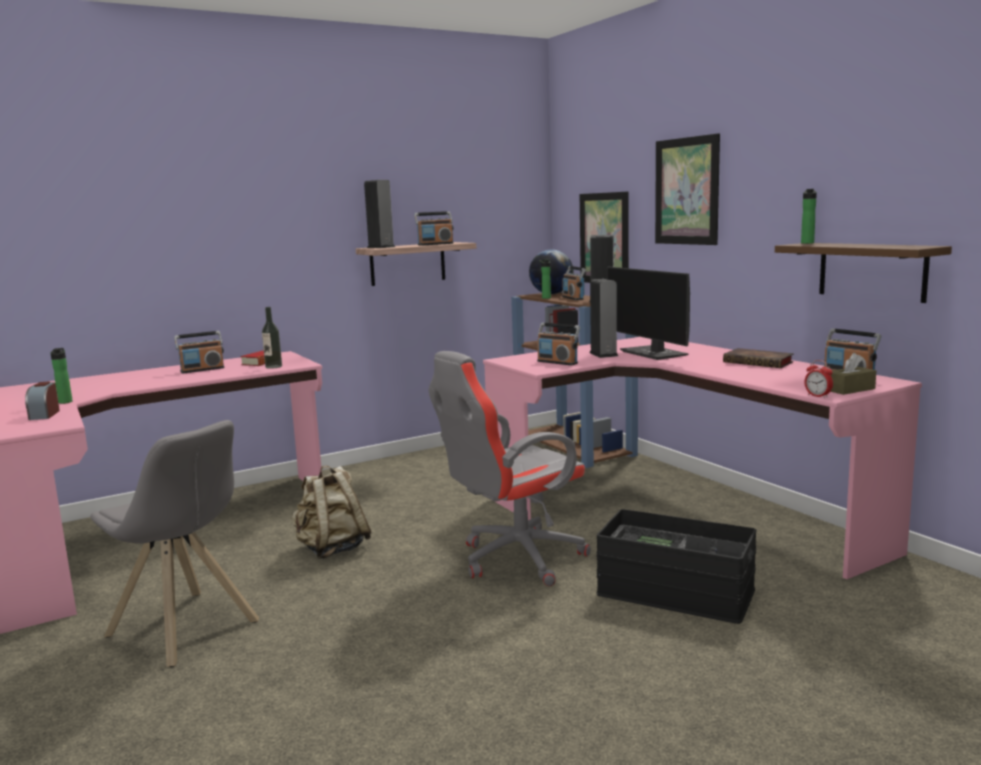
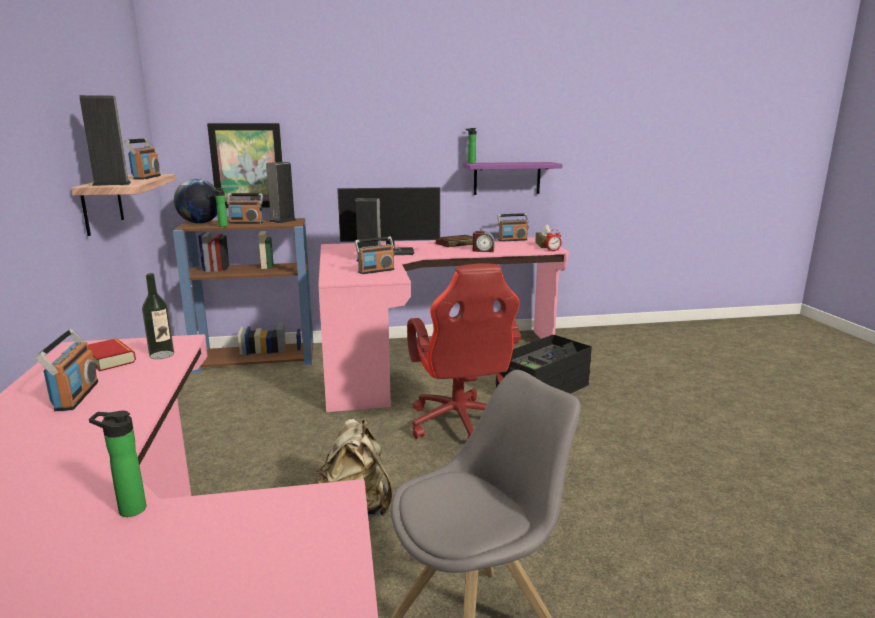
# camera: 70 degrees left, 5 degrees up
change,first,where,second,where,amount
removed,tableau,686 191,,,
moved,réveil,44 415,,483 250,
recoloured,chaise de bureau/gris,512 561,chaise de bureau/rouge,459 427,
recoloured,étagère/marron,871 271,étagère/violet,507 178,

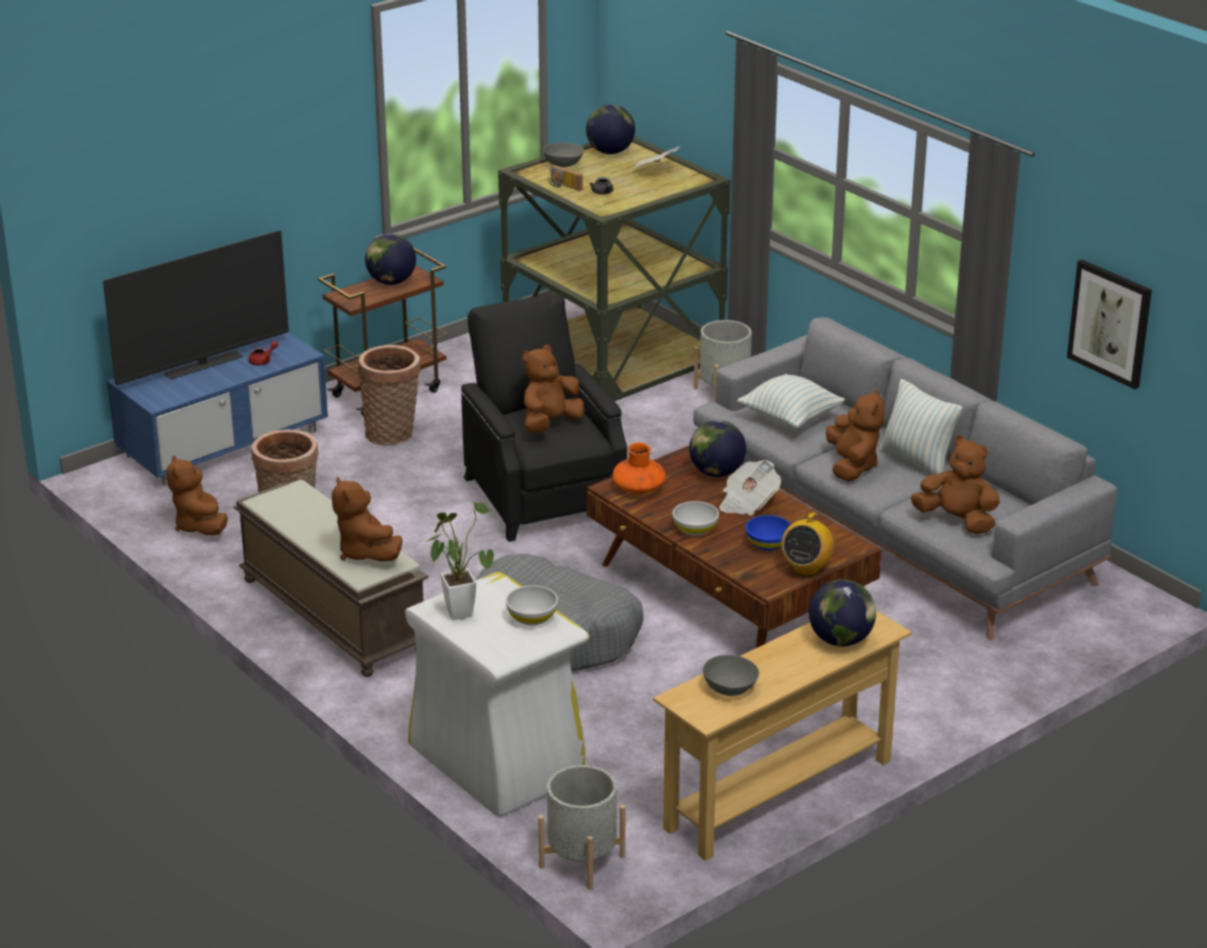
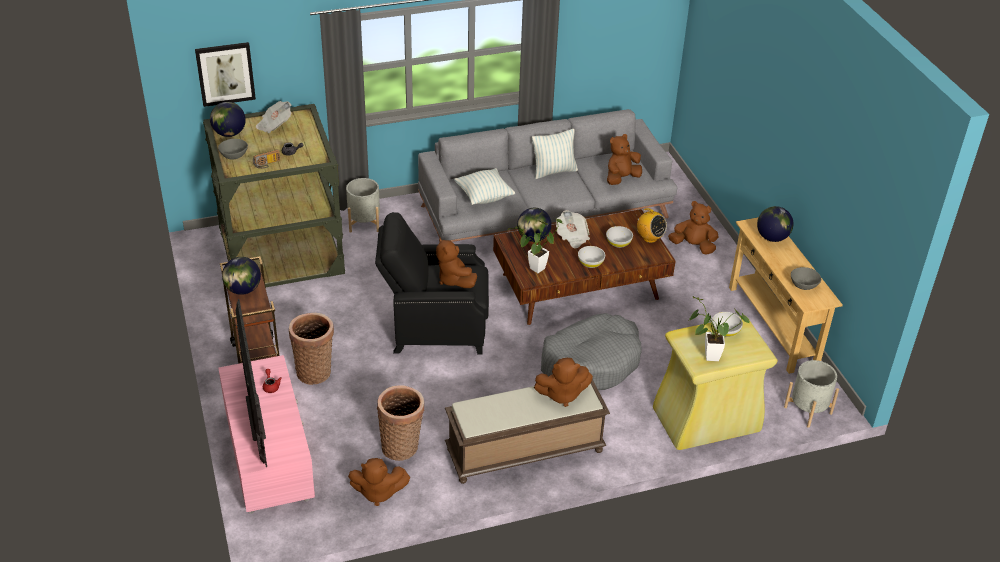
# camera: 70 degrees left, 10 degrees up
change,first,where,second,where,amount
moved,peluche/marron,852 466,,693 246,
moved,tableau,1110 323,,225 73,
replaced,vase/orange,639 488,plante en pot,534 270,
recoloured,meuble télé/bleu,224 443,meuble télé/rose,269 456,
recoloured,table de chevet/blanc,496 758,table de chevet/jaune,705 418,
recoloured,bol/bleu,768 544,bol/blanc,618 243,

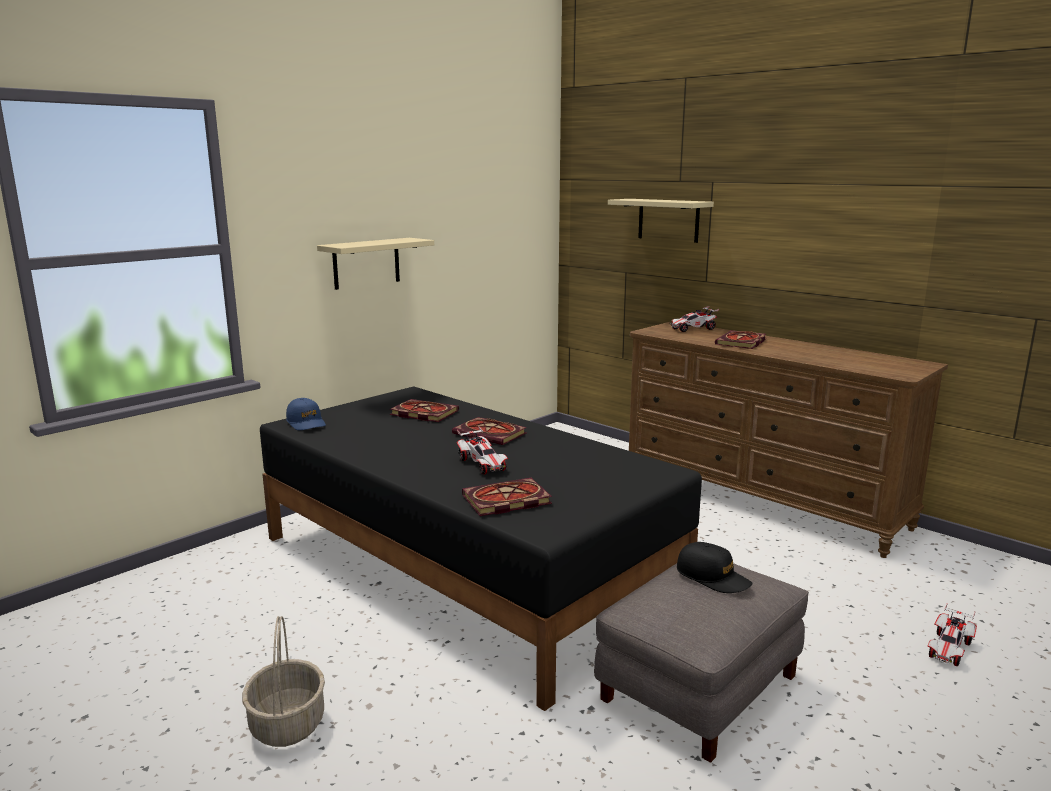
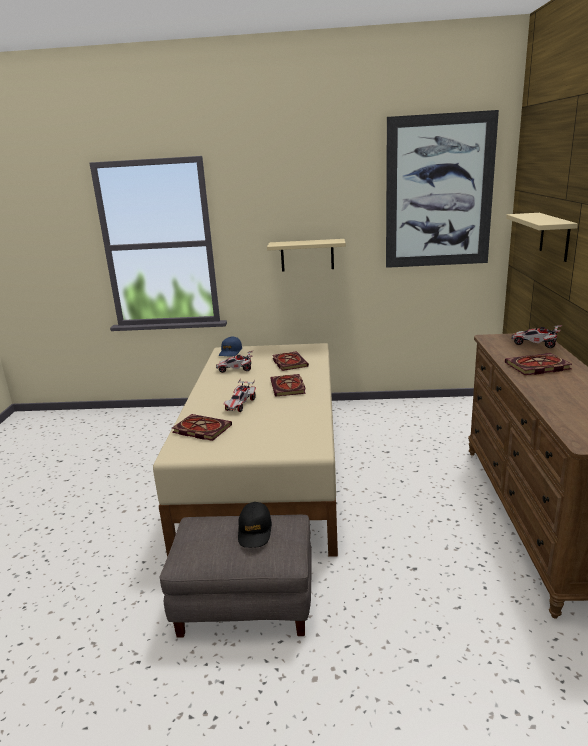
# camera: 50 degrees right, 5 degrees up
change,first,where,second,where,amount
removed,panier,287 723,,,
added,,,tableau,439 192,
moved,petite voiture,949 649,,235 369,
recoloured,lit/noir,464 567,lit/beige,267 467,

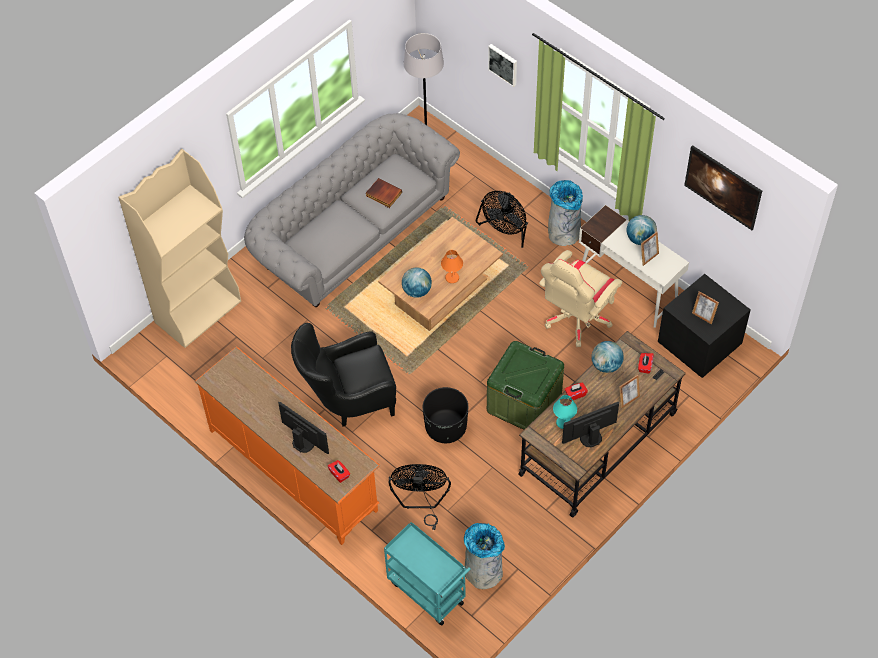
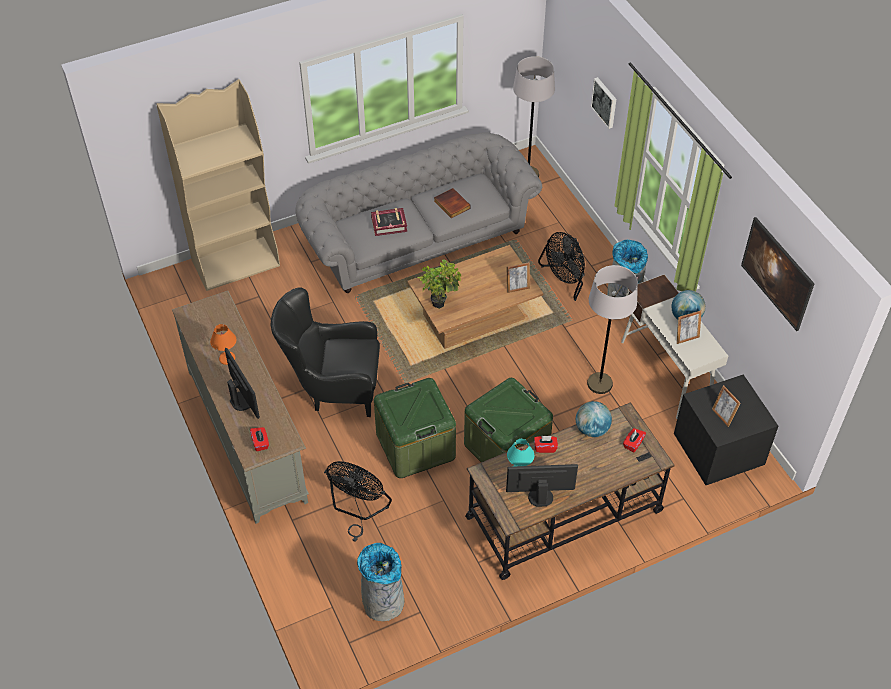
# camera: 20 degrees right, 5 degrees down
change,first,where,second,where,amount
removed,chariot/turquoise,428 594,,,
added,,,livre,389 224,
moved,lampe de table/orange,452 277,,227 358,
moved,cadre photo,628 400,,517 288,
replaced,globe,417 291,plante en pot,440 302,
replaced,cache-pot/noir,446 427,boîte de rangement/vert,415 445,
replaced,chaise de bureau/beige,577 318,lampadaire/gris,599 384,
recoloured,meuble de rangement/orange,293 469,meuble de rangement/gris,247 435,

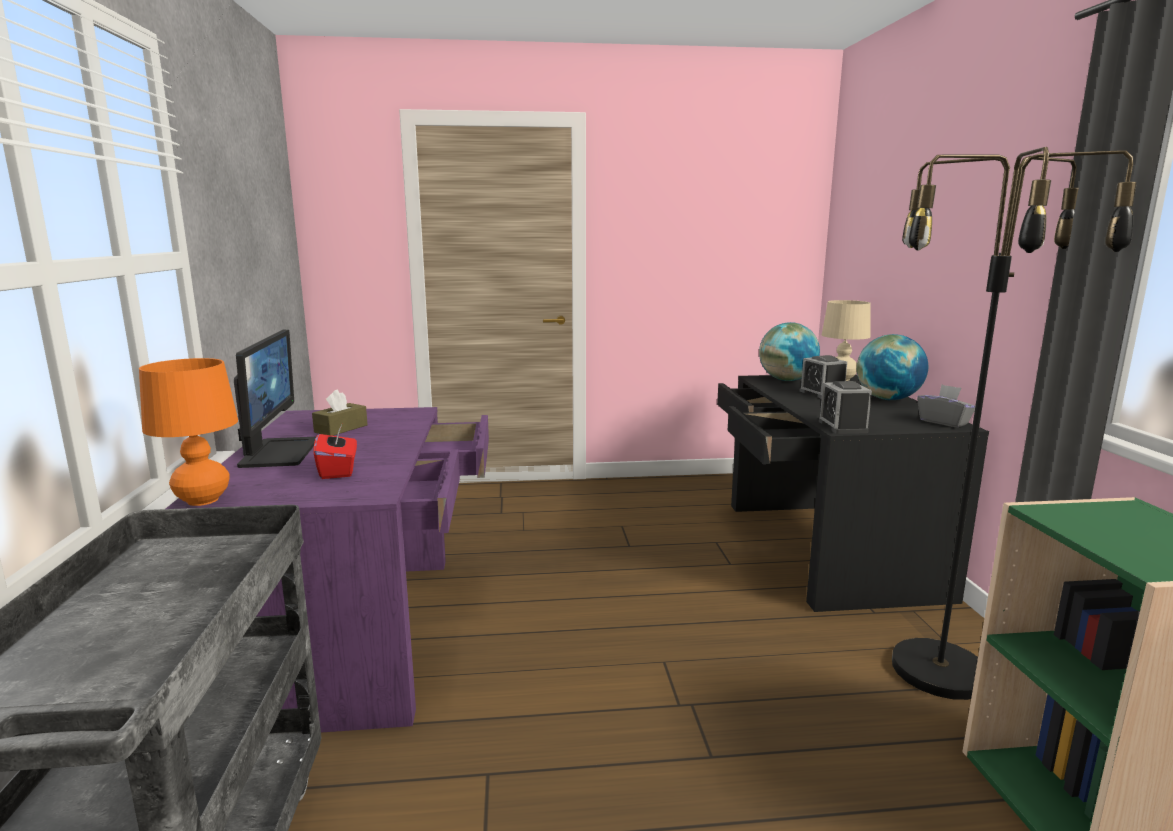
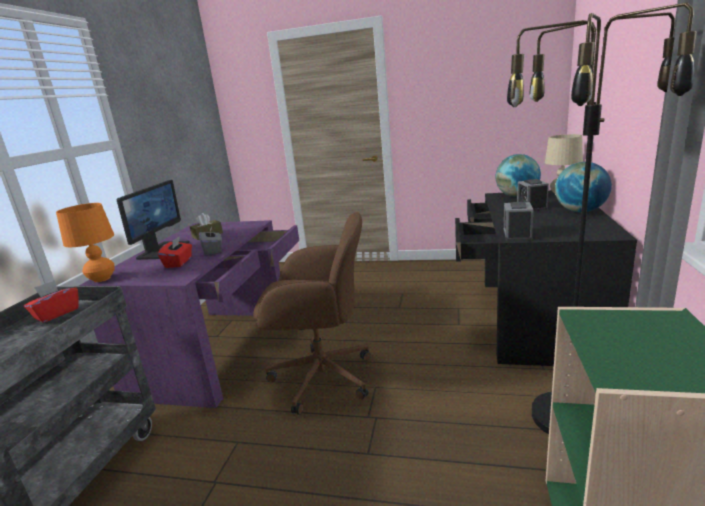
# camera: 20 degrees right, 5 degrees up
change,first,where,second,where,amount
added,,,boîte à mouchoirs/rouge,57 313,
added,,,chaise de bureau/marron,324 378,
moved,boîte à mouchoirs/gris,944 422,,213 250,

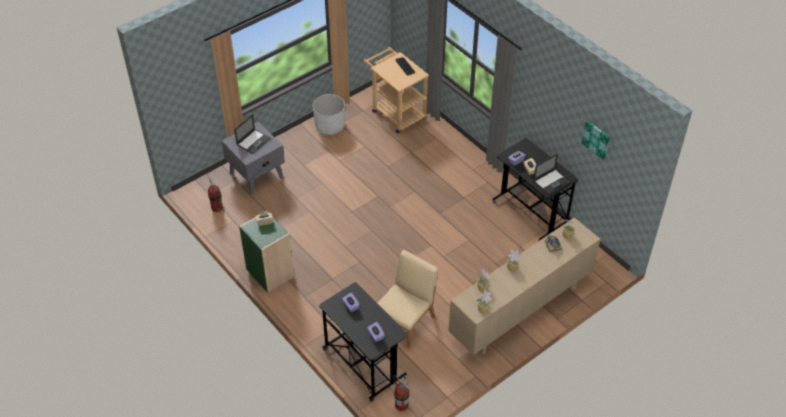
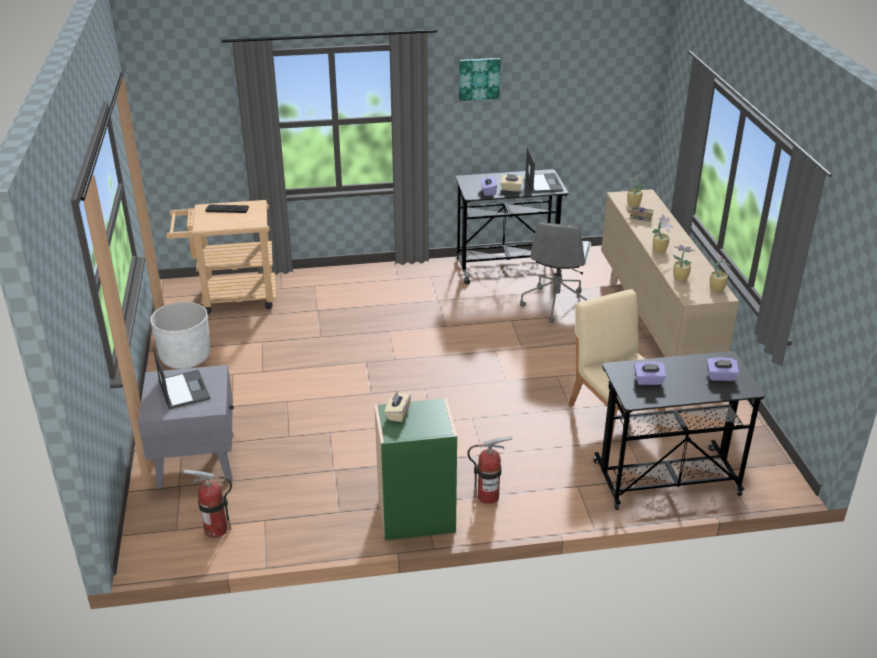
# camera: 60 degrees left, 15 degrees down
change,first,where,second,where,amount
added,,,chaise de bureau/gris,556 303,
moved,extincteur,401 405,,488 496,
moved,tableau,596 139,,479 78,

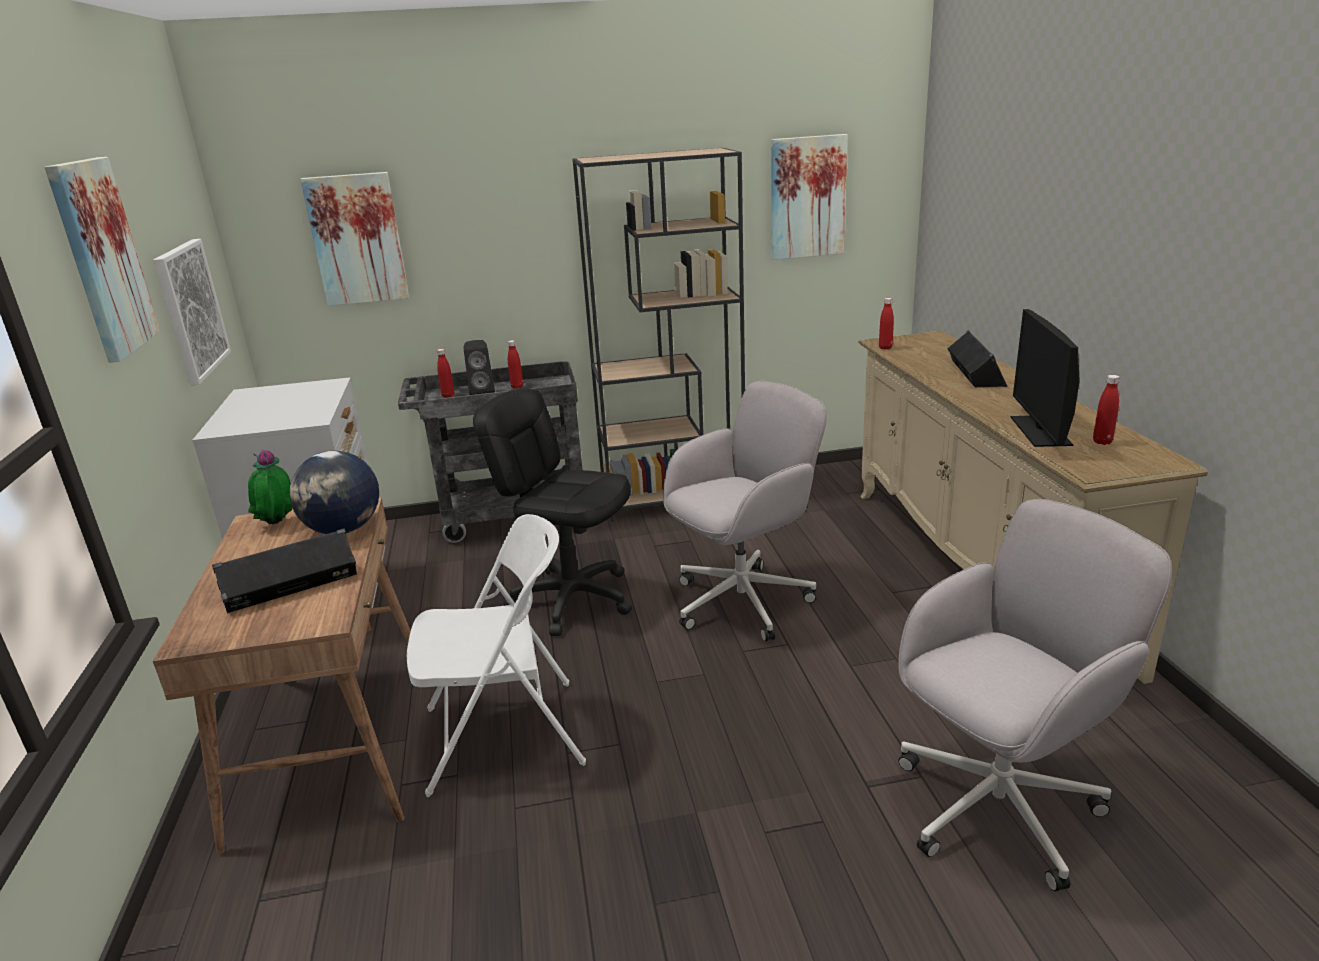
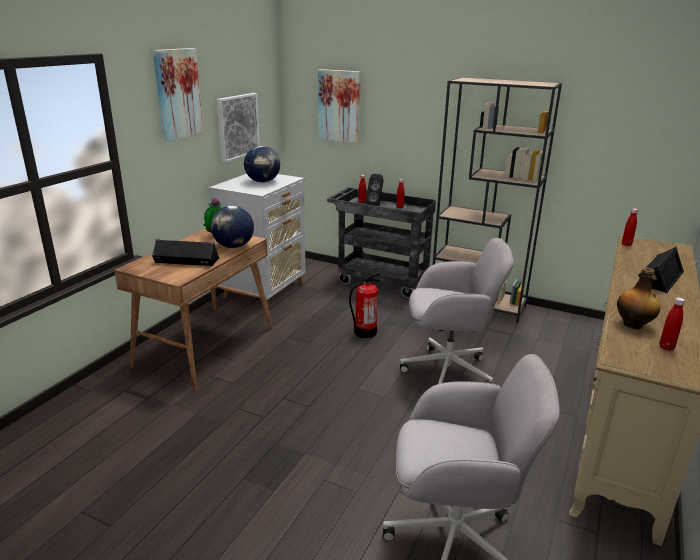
# camera: 35 degrees right, 0 degrees up
change,first,where,second,where,amount
removed,chaise/blanc,503 735,,,
removed,tableau,807 197,,,
added,,,globe,263 182,
replaced,chaise de bureau/noir,572 599,extincteur,365 332,
replaced,écran d'ordinateur,1040 431,bouteille,633 325,

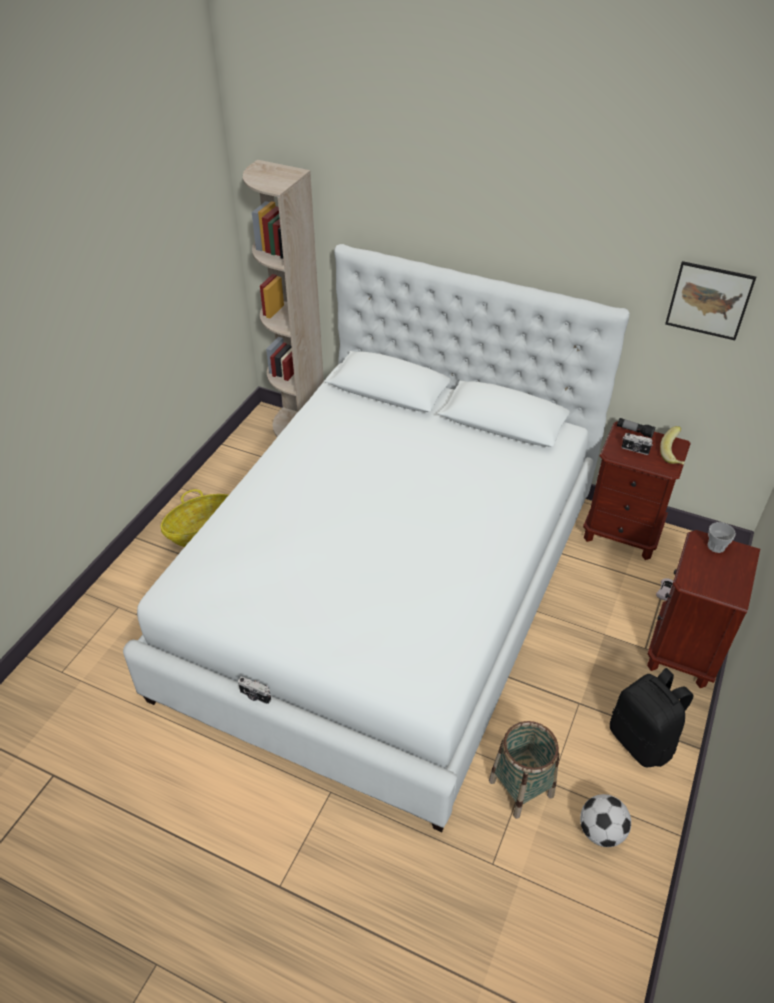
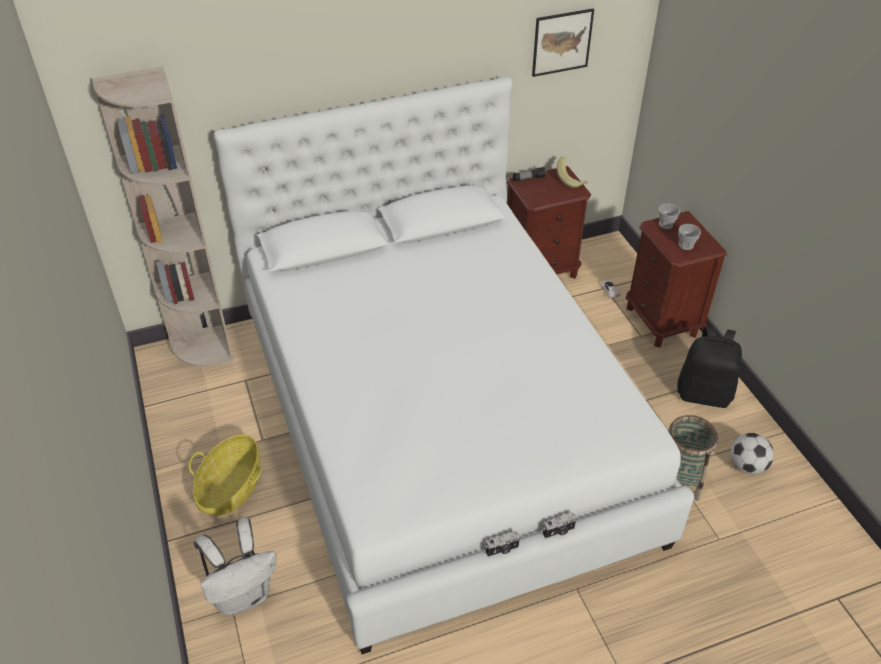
# camera: 45 degrees left, 0 degrees up
change,first,where,second,where,amount
added,,,sac à dos/blanc,243 595,
added,,,tasse,686 245,
moved,appareil photo,635 450,,559 531,

